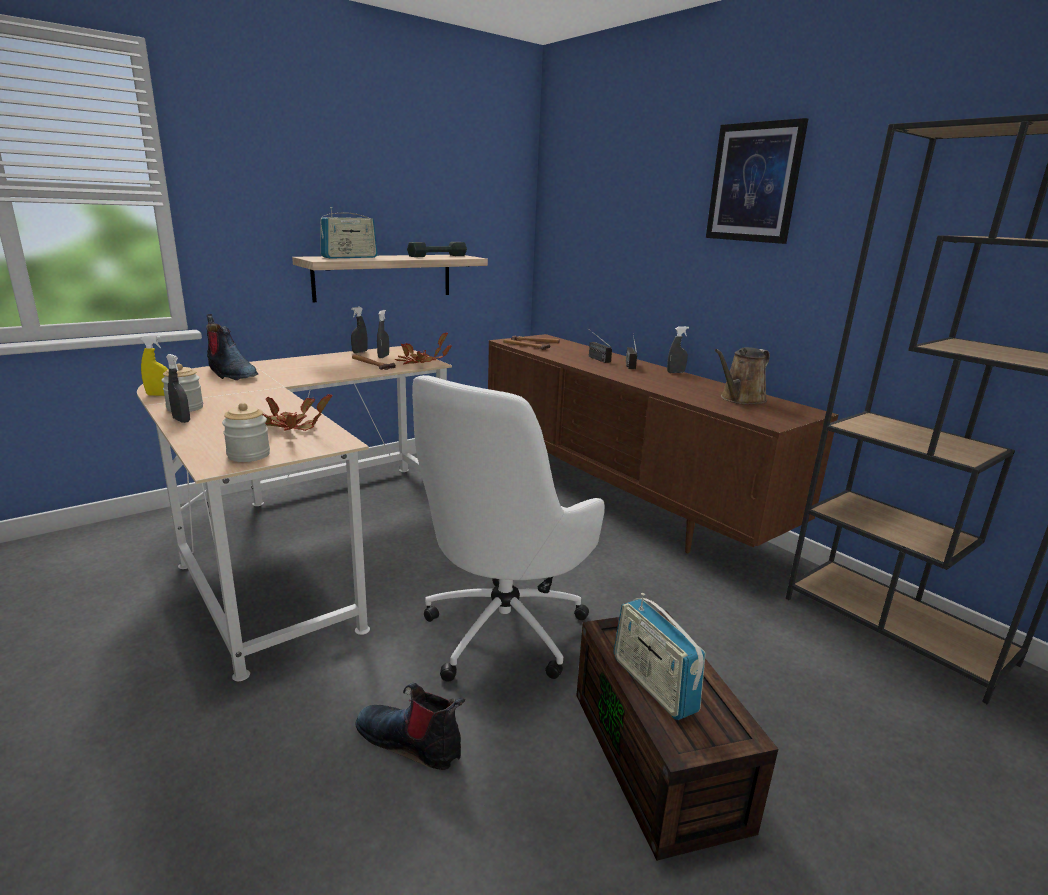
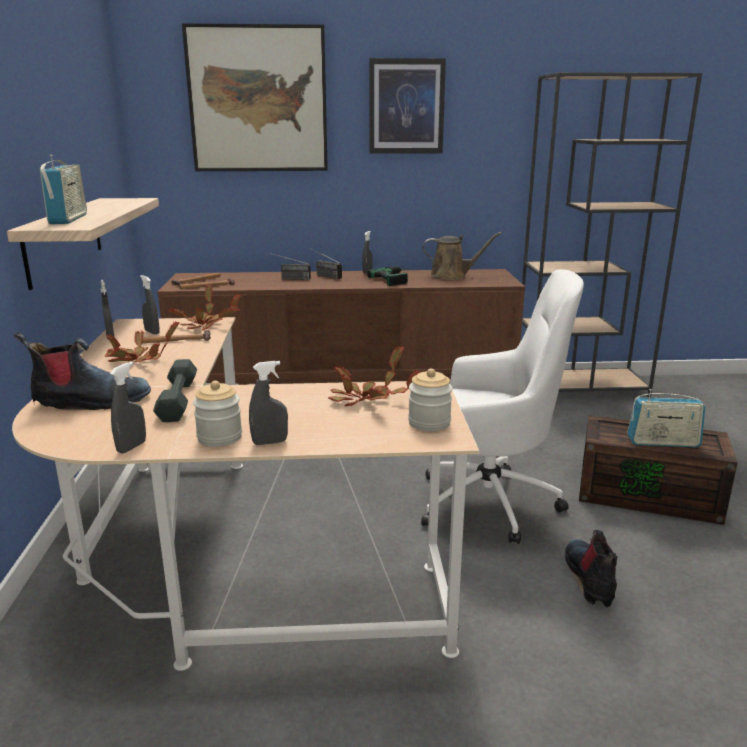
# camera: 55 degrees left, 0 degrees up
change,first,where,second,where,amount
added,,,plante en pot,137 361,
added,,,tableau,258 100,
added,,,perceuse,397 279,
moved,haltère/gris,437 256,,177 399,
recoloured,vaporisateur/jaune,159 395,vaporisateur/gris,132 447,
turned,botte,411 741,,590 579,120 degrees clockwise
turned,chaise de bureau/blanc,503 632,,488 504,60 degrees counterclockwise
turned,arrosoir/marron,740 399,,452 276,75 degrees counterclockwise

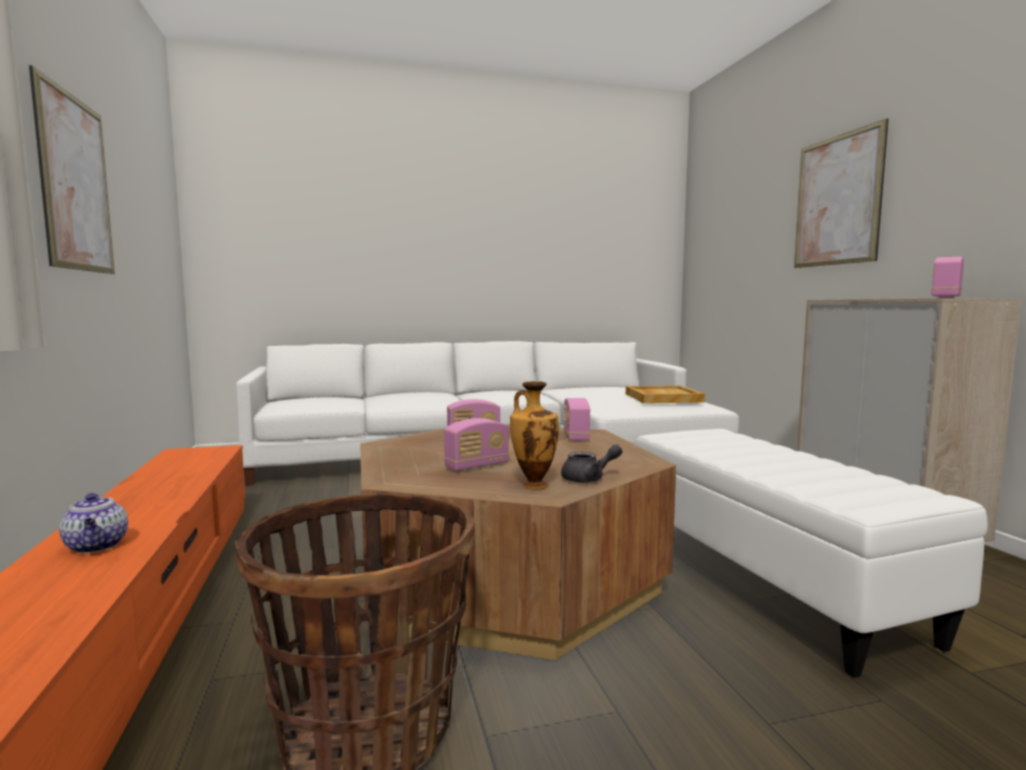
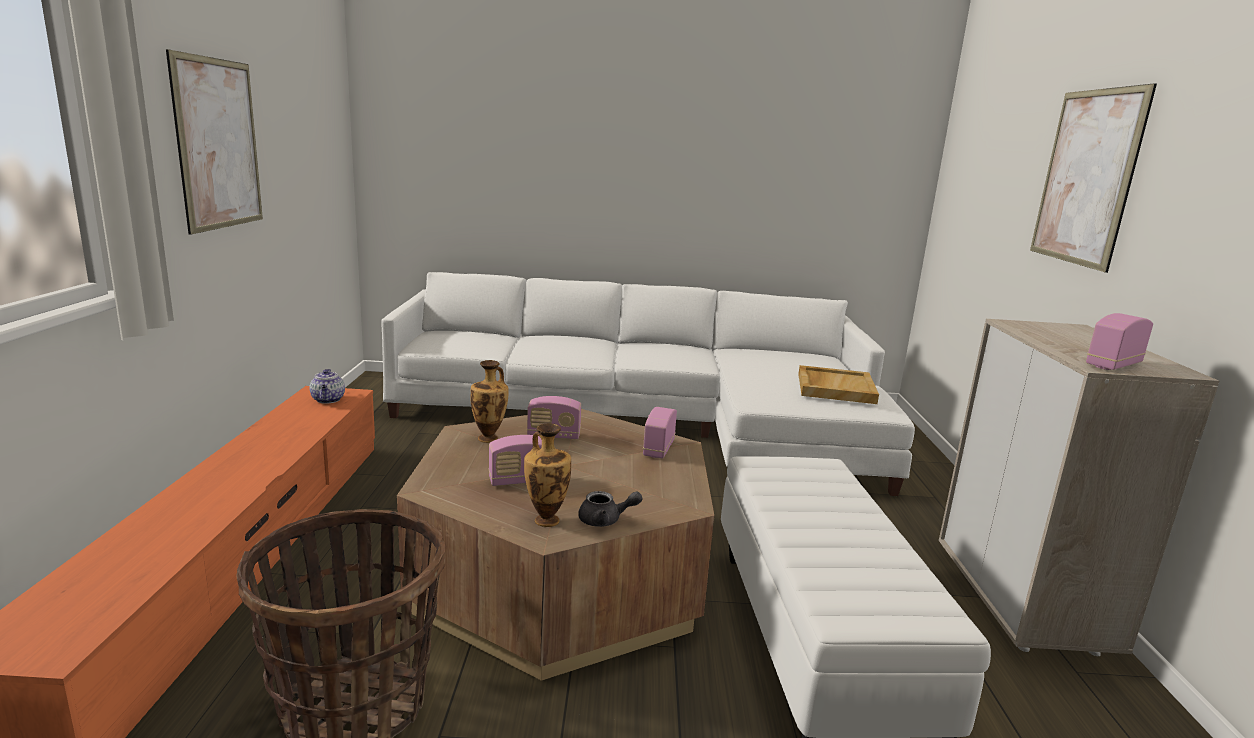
# camera: 15 degrees right, 10 degrees up
change,first,where,second,where,amount
added,,,vase,489 438,
moved,théière,97 546,,328 400,

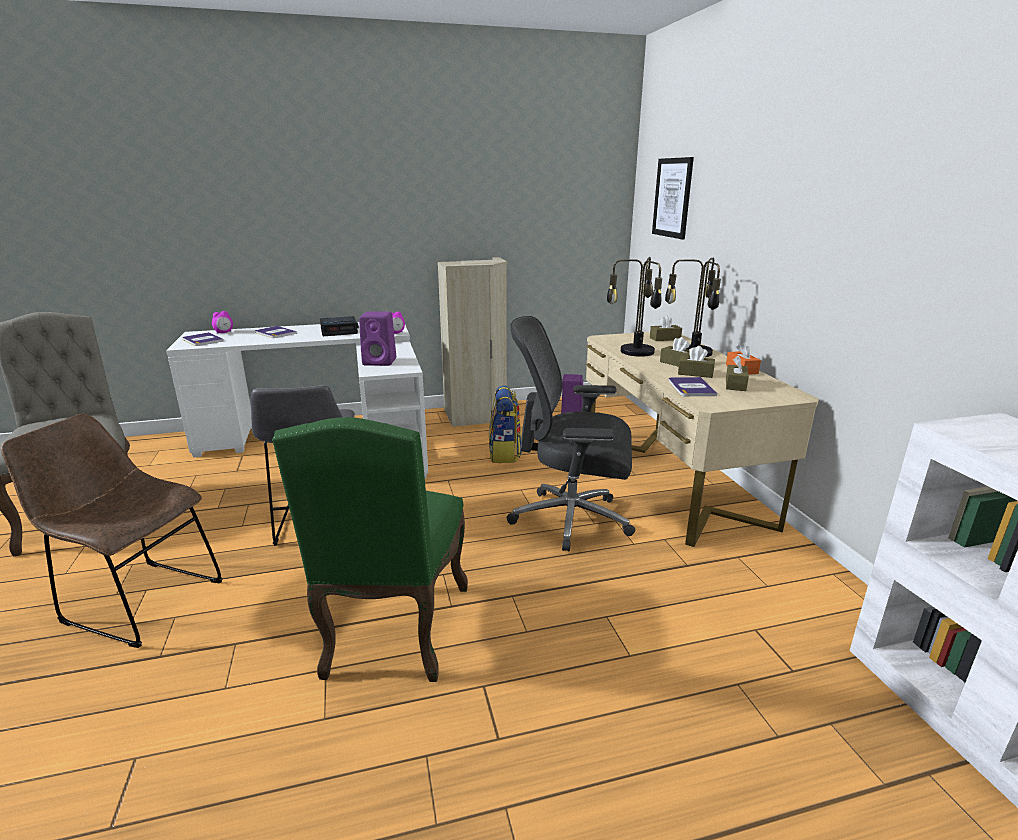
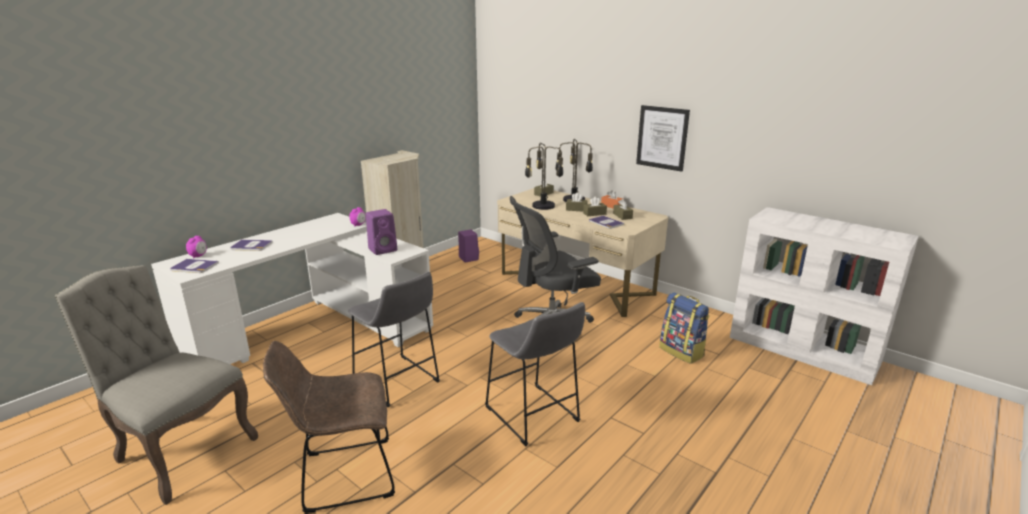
# camera: 35 degrees left, 0 degrees up
change,first,where,second,where,amount
removed,réveil,339 331,,,
moved,sac à dos,505 453,,682 352,
moved,tableau,672 198,,662 137,
replaced,chaise/vert,391 632,tabouret/gris,534 417,

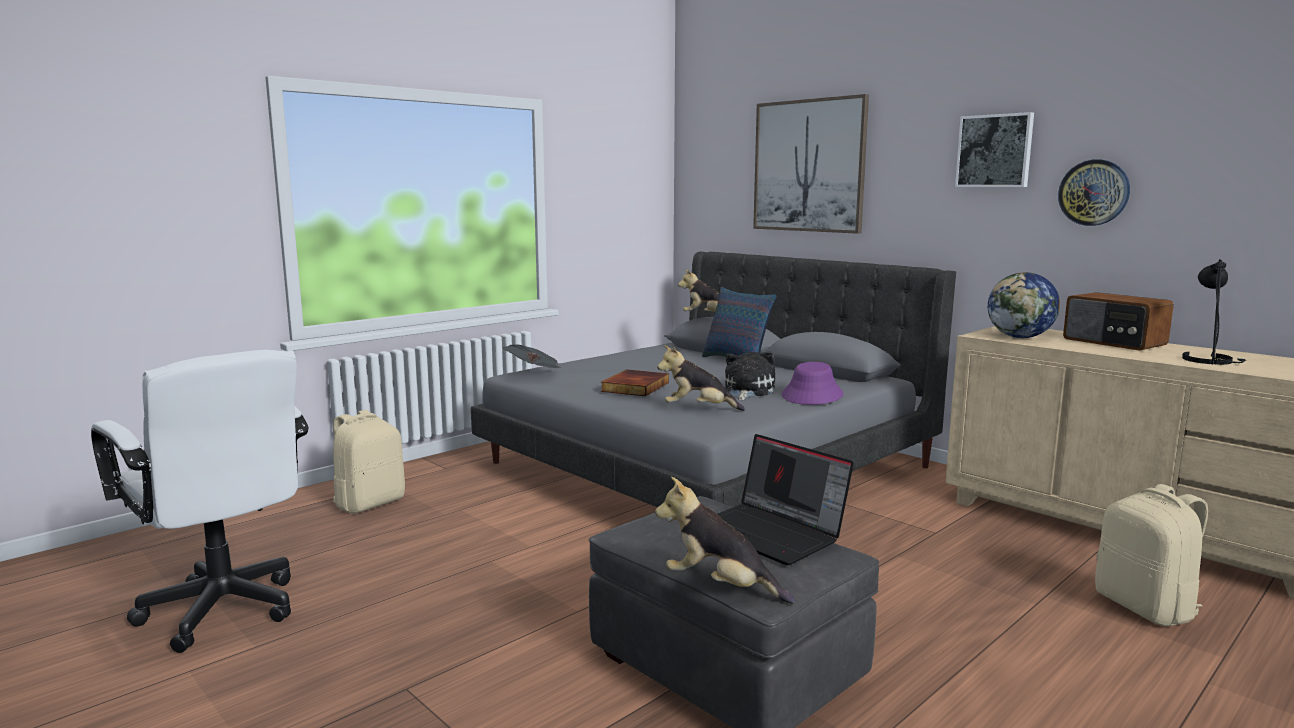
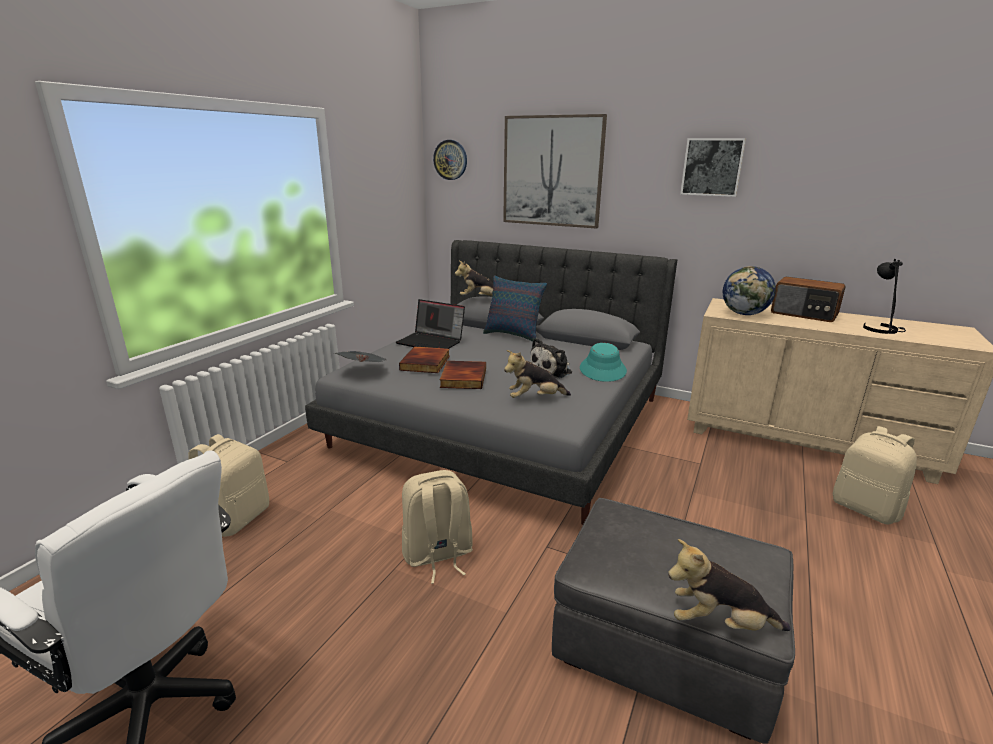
# camera: 20 degrees left, 10 degrees up
change,first,where,second,where,amount
added,,,livre,426 363,
added,,,sac à dos/beige,437 556,
moved,ordinateur portable,772 533,,432 342,
moved,horloge murale,1094 192,,450 160,
recoloured,chapeau/violet,812 395,chapeau/turquoise,603 370,
turned,peluche,747 391,,552 371,135 degrees counterclockwise

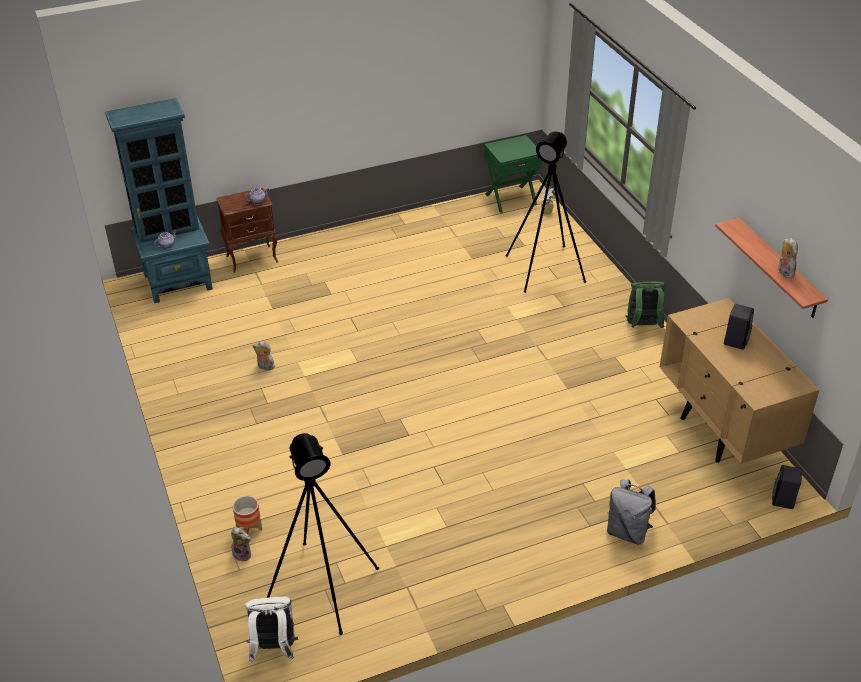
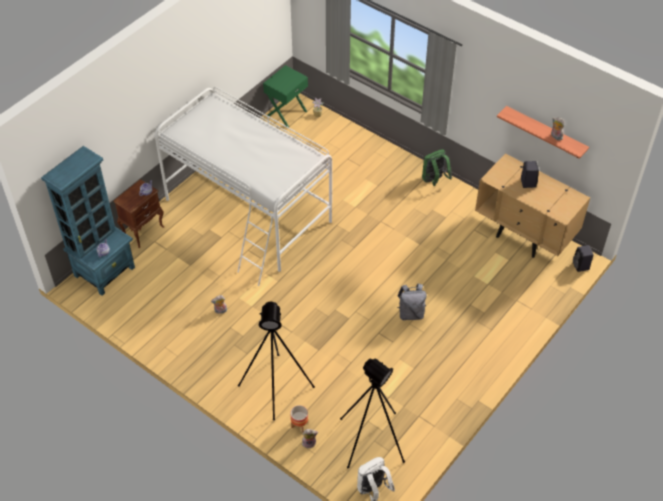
# camera: 30 degrees left, 10 degrees up
change,first,where,second,where,amount
added,,,lit/blanc,248 212,
moved,lampadaire/noir,544 269,,276 387,
moved,sac à dos/gris,627 531,,411 313,

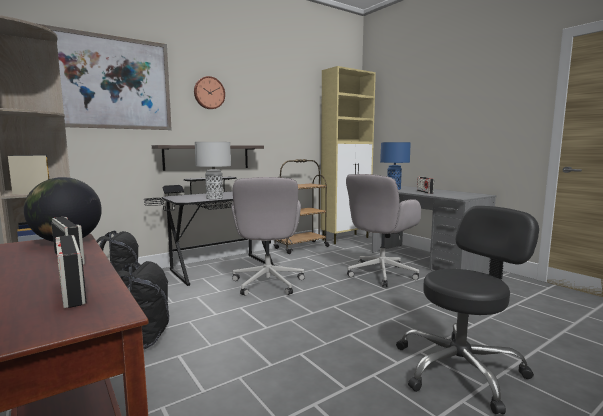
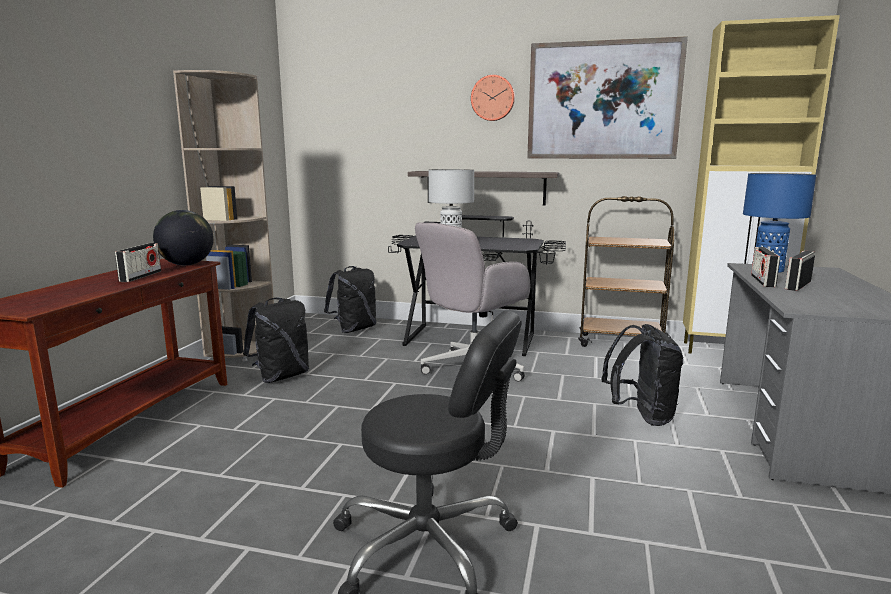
# camera: 50 degrees right, 5 degrees up
change,first,where,second,where,amount
moved,tableau,108 82,,603 100,
moved,radio,72 292,,762 281,
replaced,chaise de bureau/gris,381 274,sac à dos/noir,641 416,

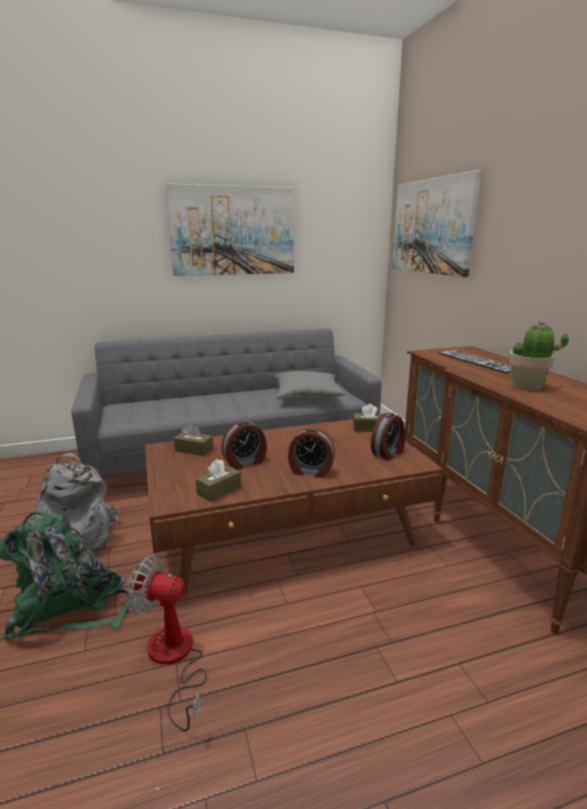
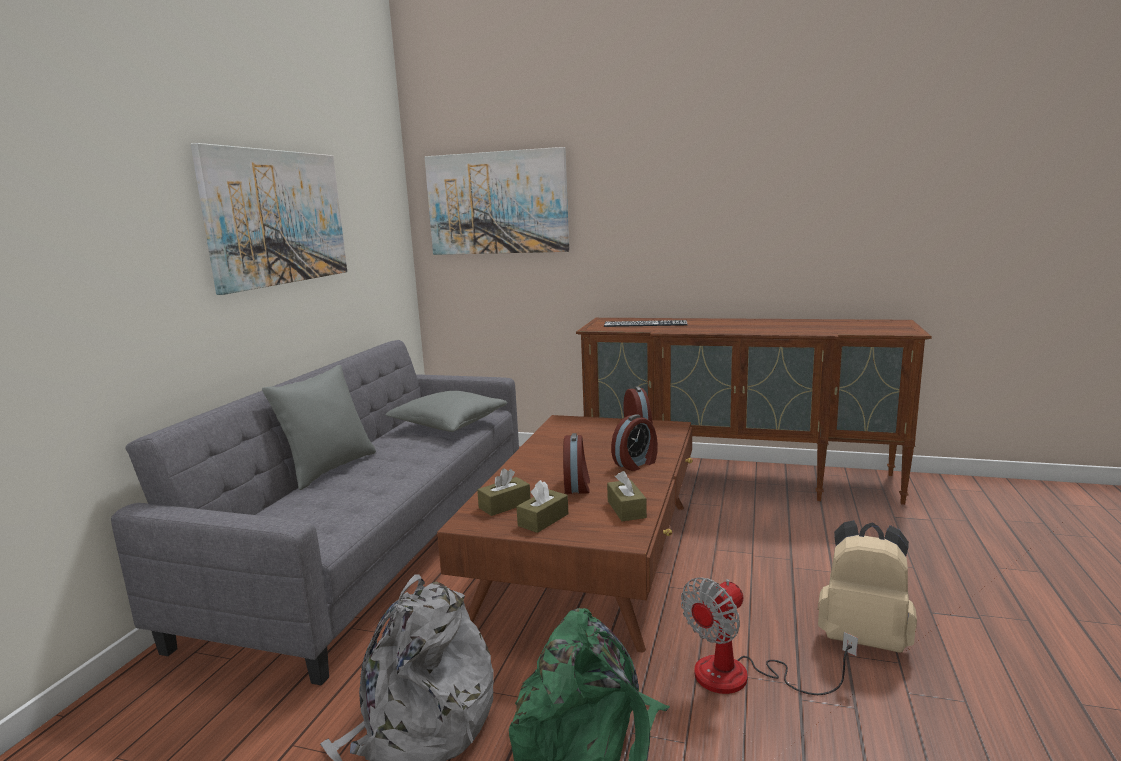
# camera: 55 degrees left, 5 degrees down
change,first,where,second,where,amount
removed,plante en pot,526 386,,,
added,,,coussin/gris,329 468,
added,,,sac à dos/beige,863 637,
moved,boîte à mouchoirs/marron,368 428,,543 520,

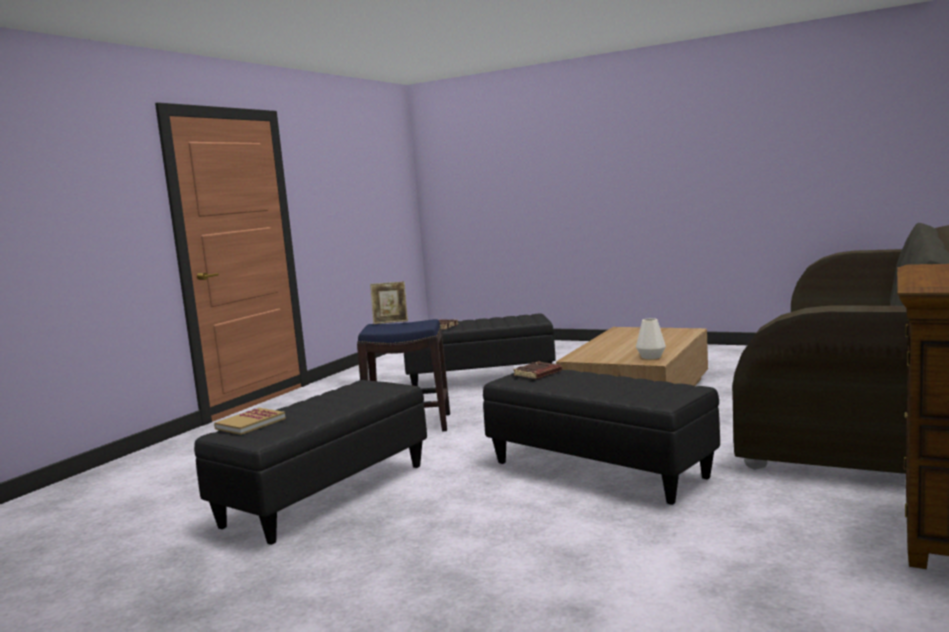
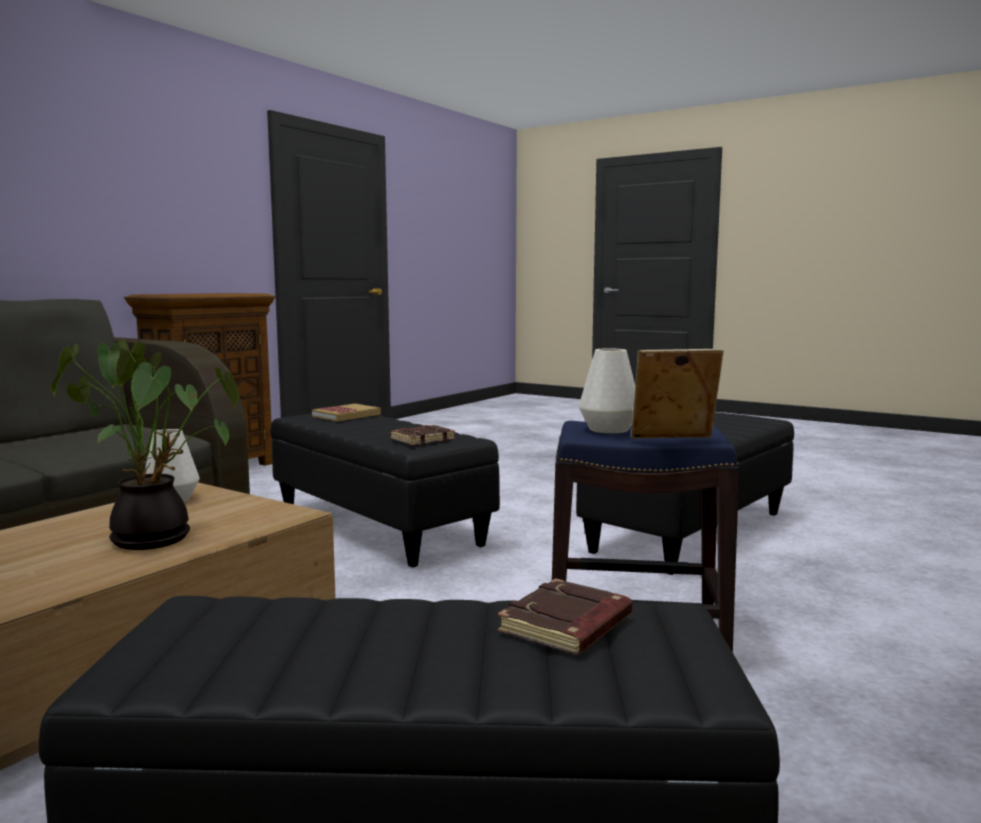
# camera: 175 degrees left, 0 degrees up
change,first,where,second,where,amount
added,,,plante en pot,156 537,
added,,,vase/blanc,609 429,
moved,livre,250 424,,346 415,

